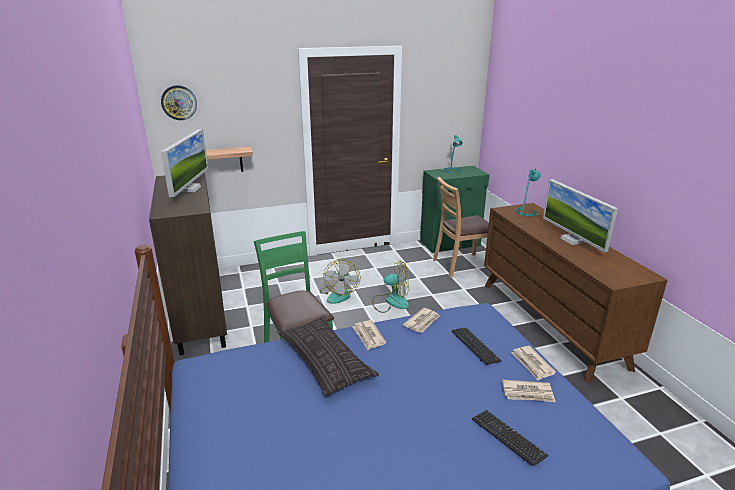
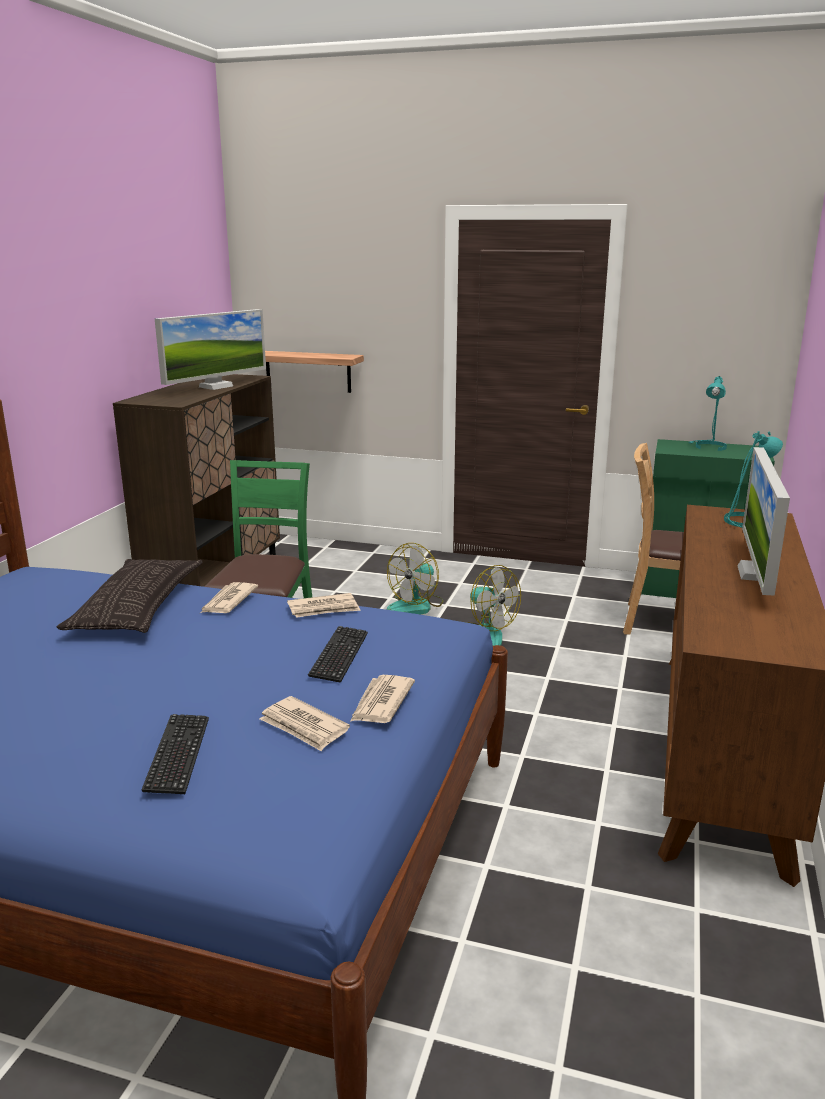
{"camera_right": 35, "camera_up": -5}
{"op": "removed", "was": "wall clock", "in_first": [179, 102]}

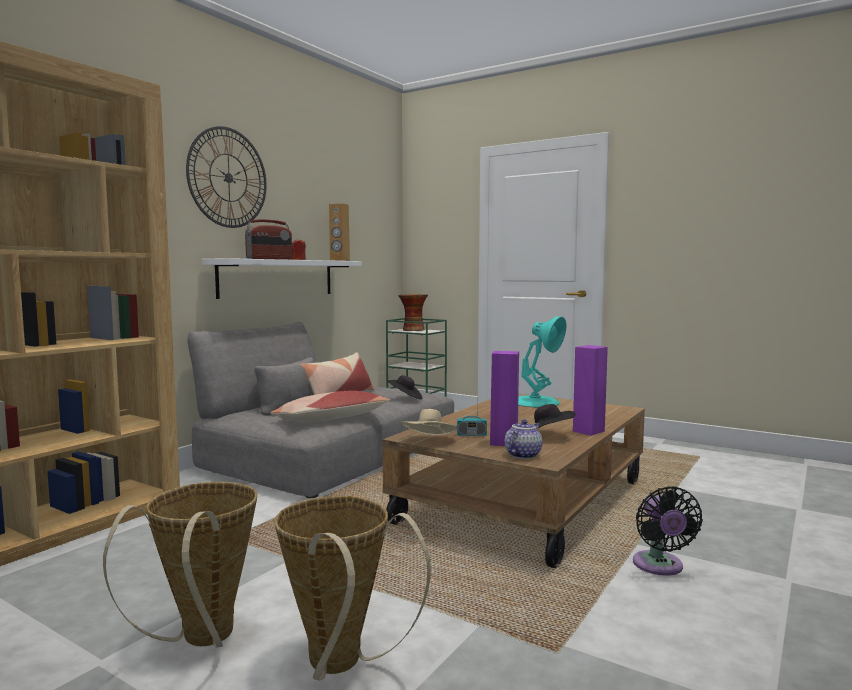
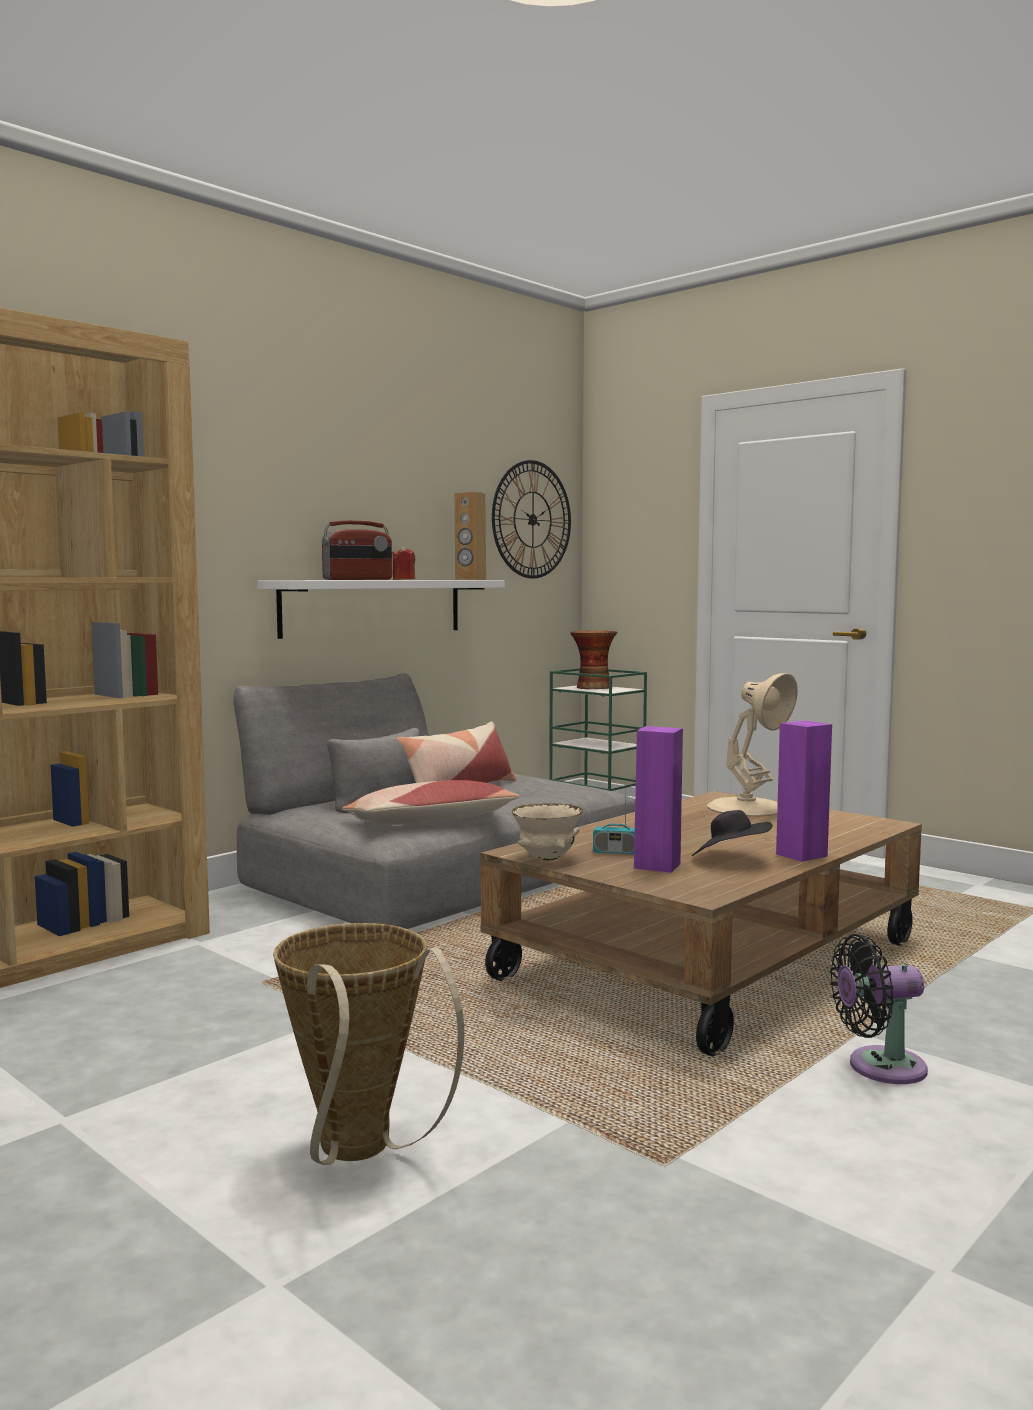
{"camera_right": 10, "camera_up": 0}
{"op": "moved", "was": "wall clock", "in_first": [226, 177], "in_second": [531, 519]}
{"op": "replaced", "was": "beige hat", "now": "beige bowl", "in_first": [429, 422], "in_second": [547, 831]}
{"op": "recoloured", "was": "turquoise table lamp", "now": "beige table lamp", "in_first": [542, 361], "in_second": [752, 744]}
{"op": "turned", "was": "black fan", "in_first": [668, 531], "in_second": [879, 1009], "clockwise": 75}
{"op": "removed", "was": "basket", "in_first": [180, 565]}
{"op": "removed", "was": "black hat", "in_first": [404, 387]}
{"op": "removed", "was": "teapot", "in_first": [523, 439]}

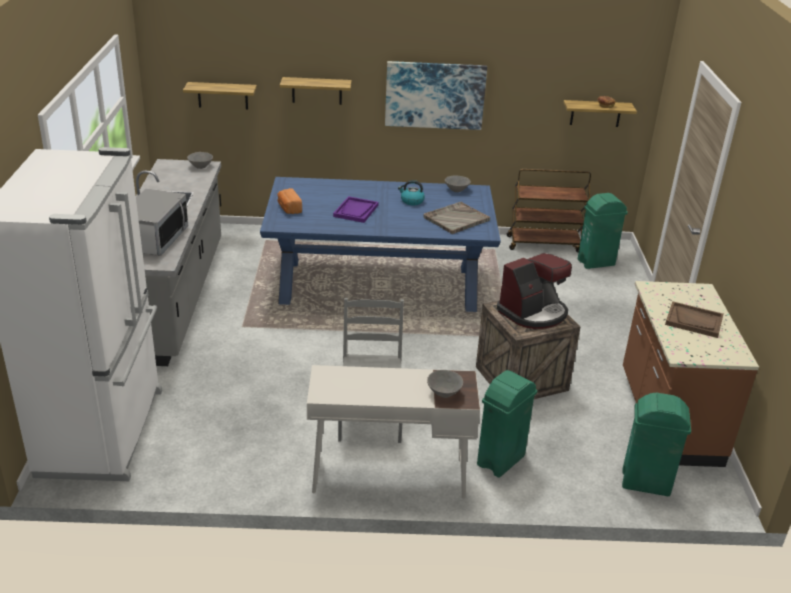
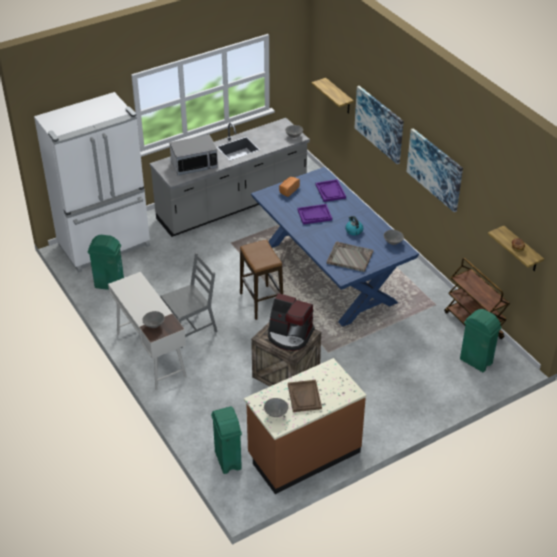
{"camera_right": 60, "camera_up": 10}
{"op": "moved", "was": "green trash can", "in_first": [507, 424], "in_second": [106, 262]}
{"op": "added", "now": "stool", "in_second": [261, 279]}
{"op": "added", "now": "grey bowl", "in_second": [276, 407]}
{"op": "added", "now": "purple tray", "in_second": [331, 190]}
{"op": "replaced", "was": "shelf", "now": "picture", "in_first": [316, 91], "in_second": [379, 125]}

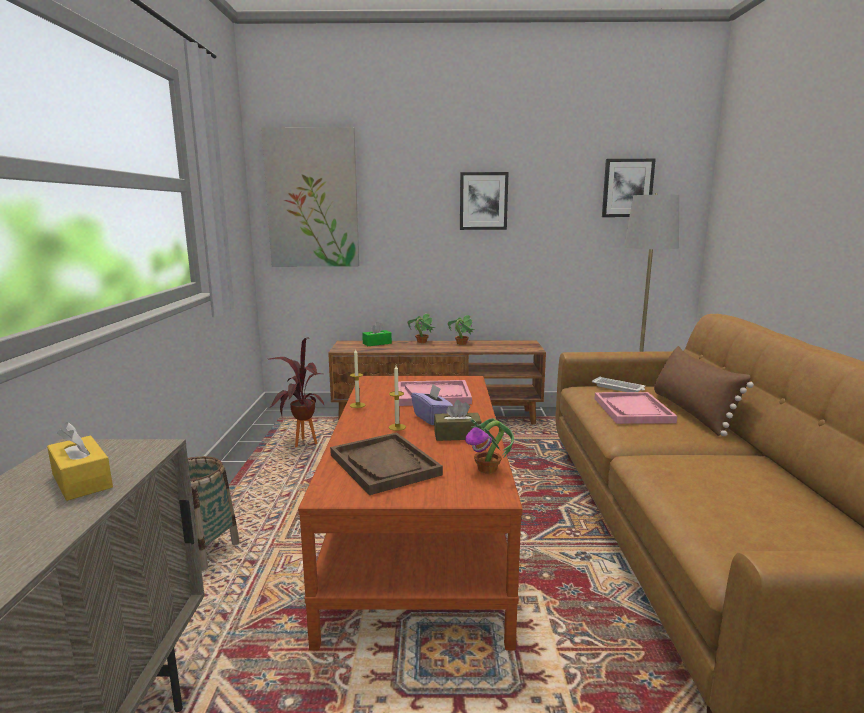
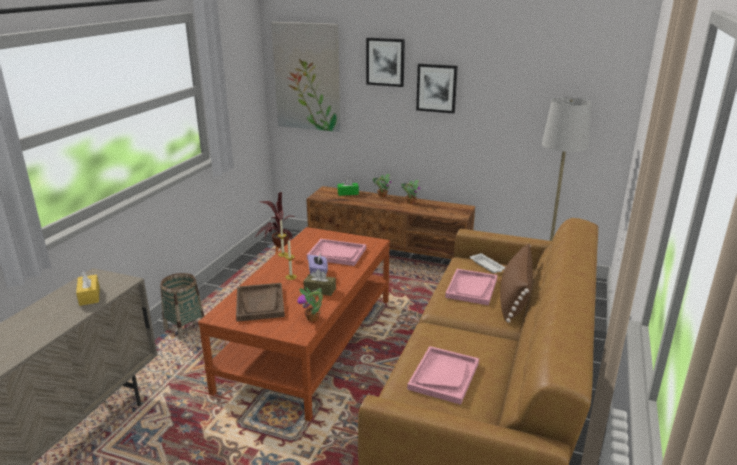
{"camera_right": 20, "camera_up": 10}
{"op": "moved", "was": "picture", "in_first": [629, 188], "in_second": [385, 62]}
{"op": "added", "now": "pink tray", "in_second": [443, 375]}

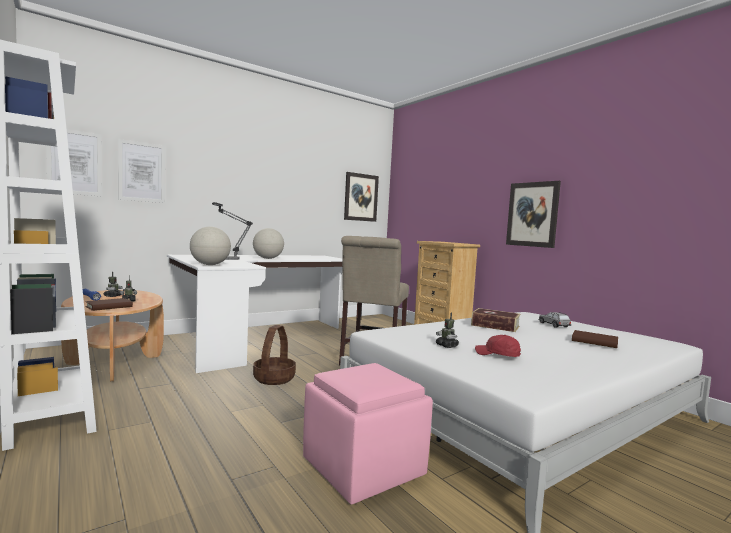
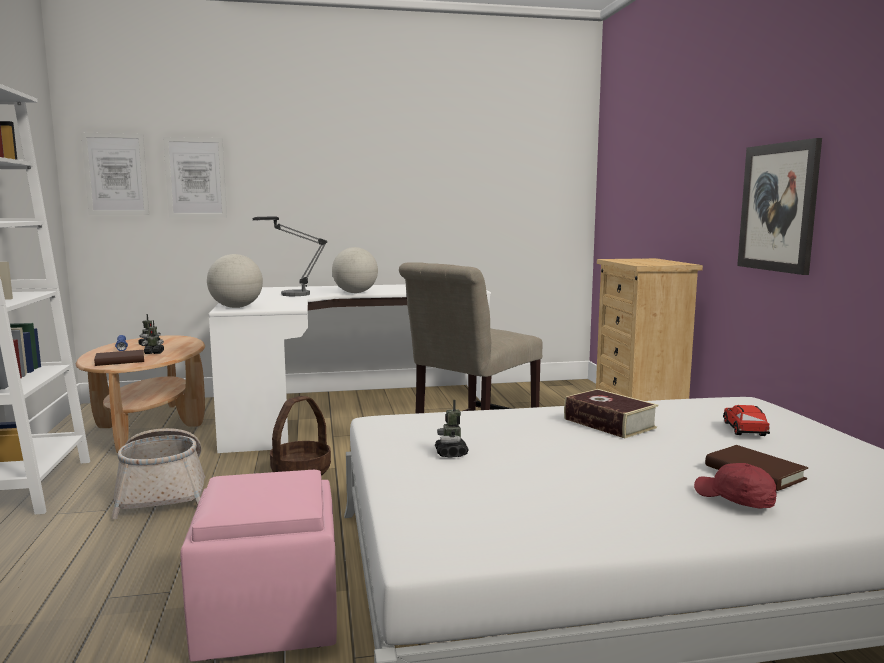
{"camera_right": 25, "camera_up": 5}
{"op": "added", "now": "basket", "in_second": [158, 473]}
{"op": "moved", "was": "red cap", "in_first": [498, 346], "in_second": [735, 486]}
{"op": "recoloured", "was": "grey toy car", "now": "red toy car", "in_first": [554, 320], "in_second": [746, 420]}
{"op": "removed", "was": "picture", "in_first": [361, 197]}

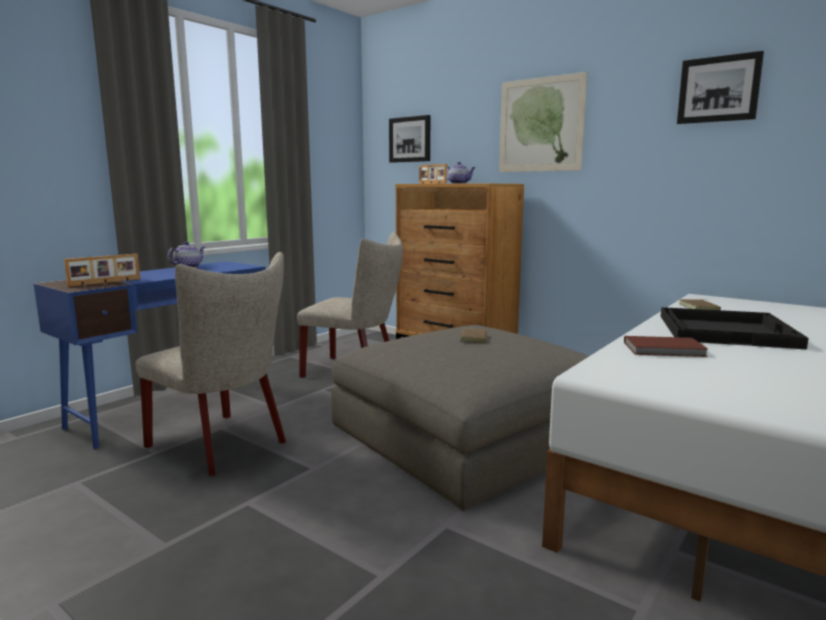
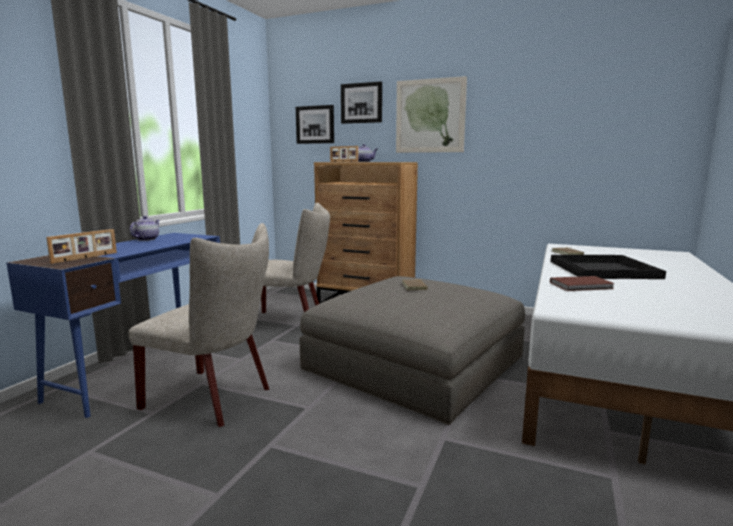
{"camera_right": -15, "camera_up": 0}
{"op": "moved", "was": "picture", "in_first": [720, 87], "in_second": [361, 102]}

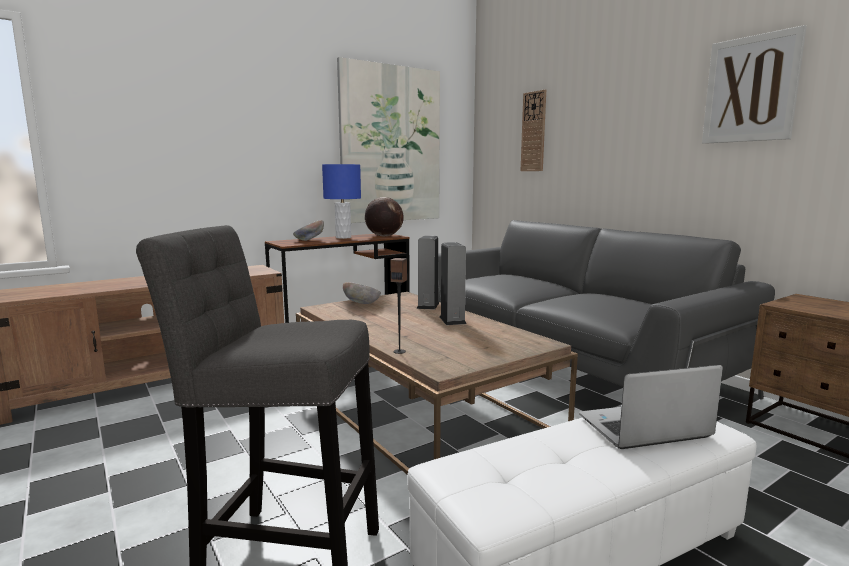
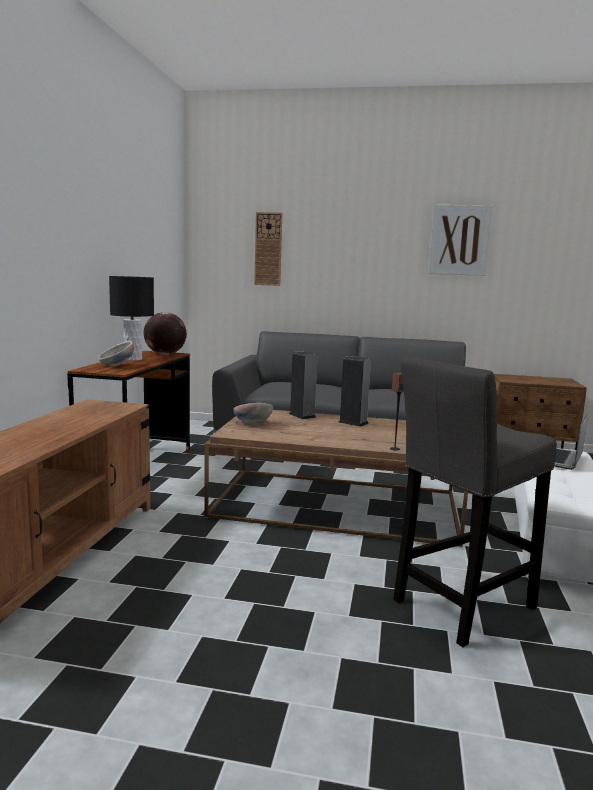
{"camera_right": -45, "camera_up": 0}
{"op": "recoloured", "was": "blue table lamp", "now": "black table lamp", "in_first": [341, 201], "in_second": [131, 318]}
{"op": "removed", "was": "picture", "in_first": [388, 140]}

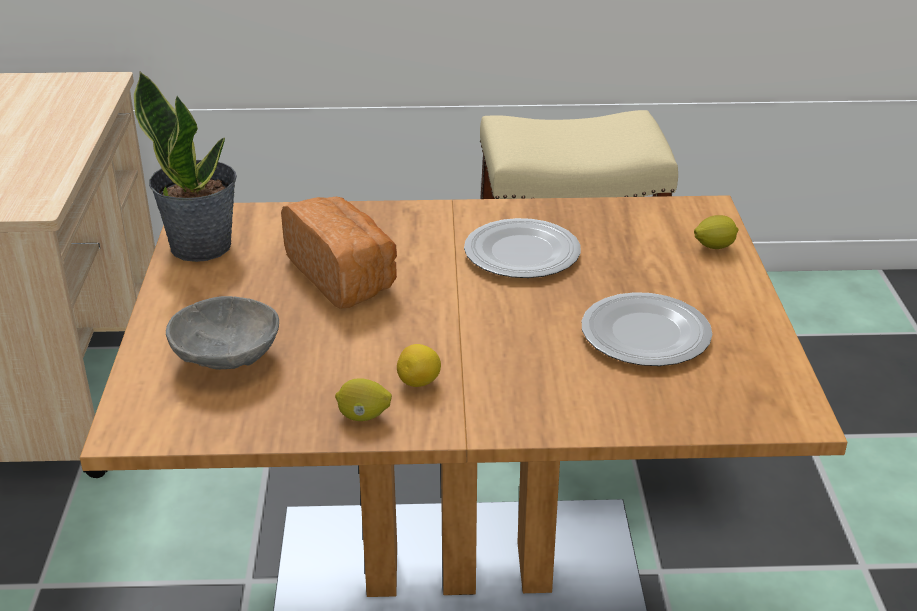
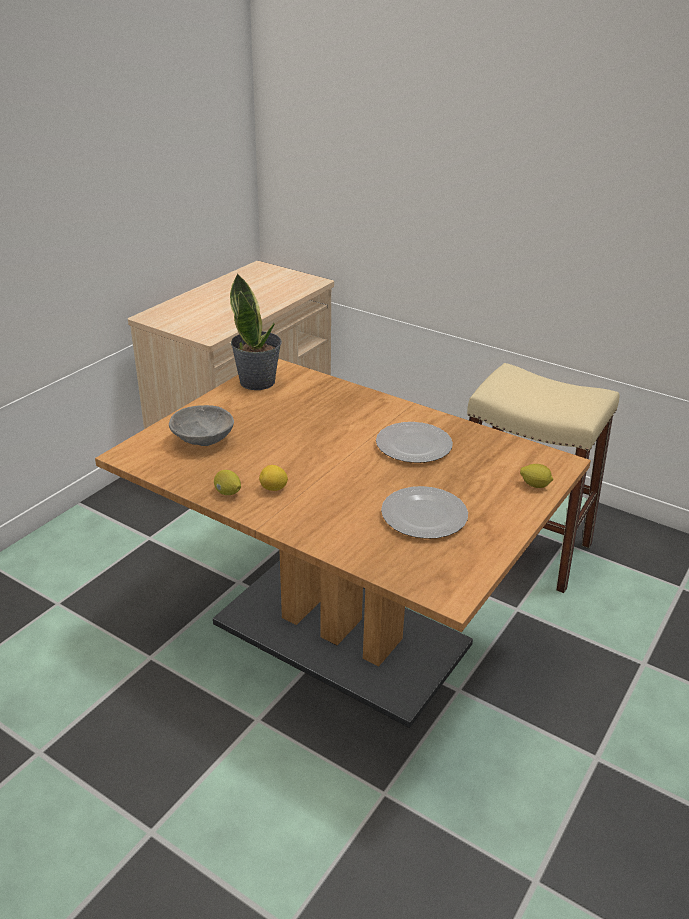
{"camera_right": 35, "camera_up": 0}
{"op": "removed", "was": "bread", "in_first": [339, 252]}

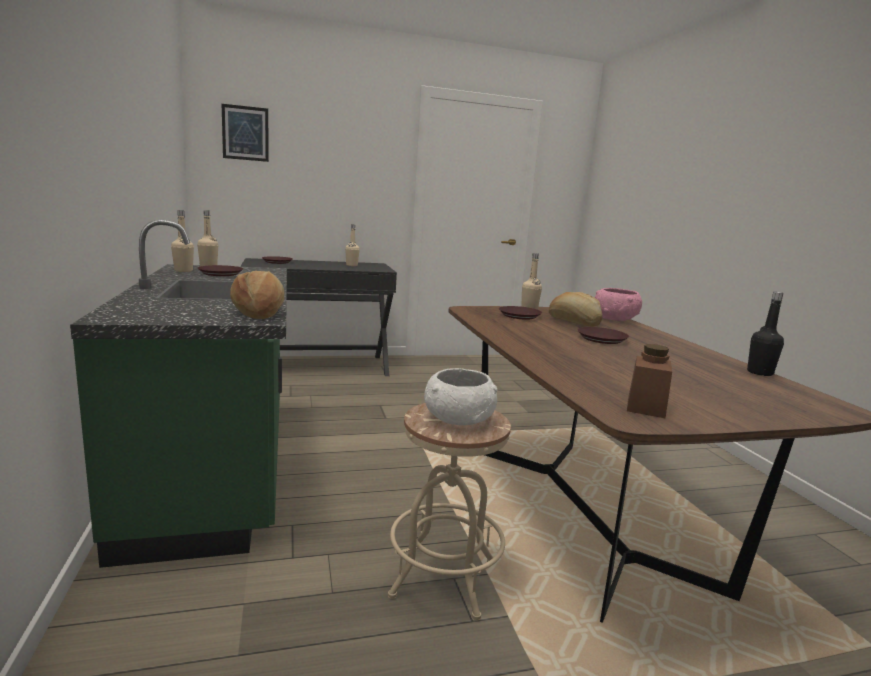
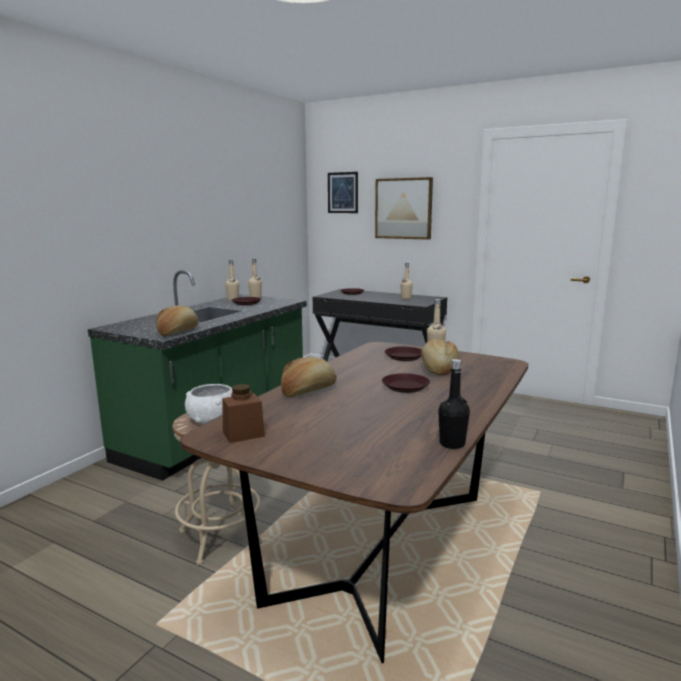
{"camera_right": 45, "camera_up": 0}
{"op": "added", "now": "bread", "in_second": [309, 377]}
{"op": "added", "now": "picture", "in_second": [404, 208]}
{"op": "removed", "was": "pink bowl", "in_first": [618, 304]}

